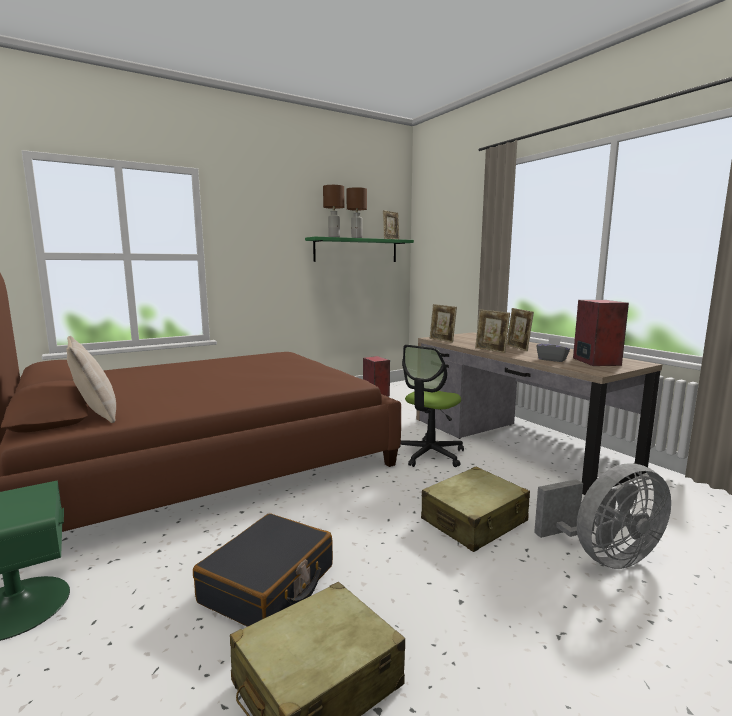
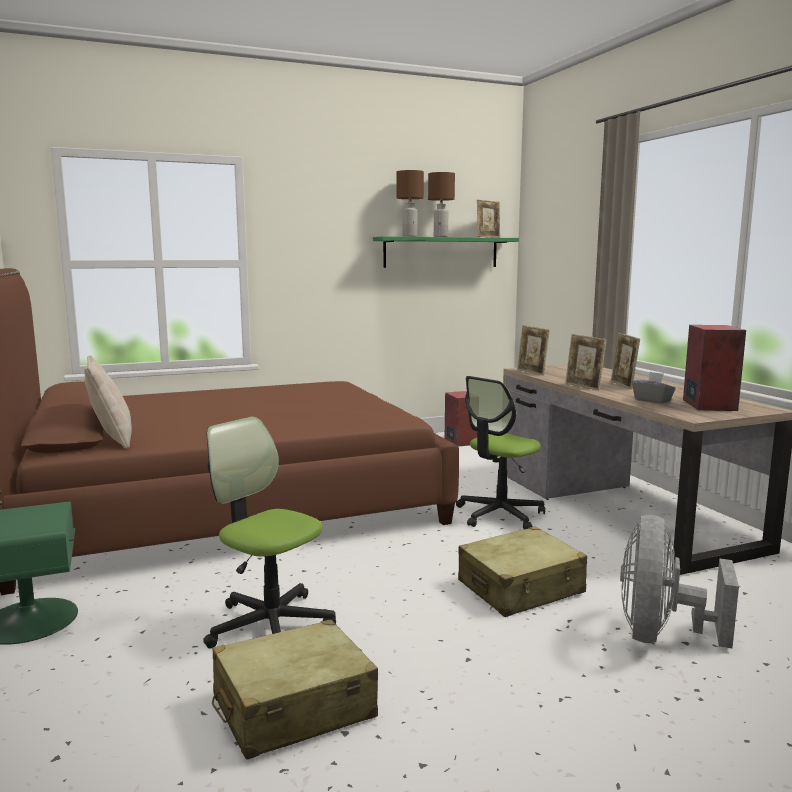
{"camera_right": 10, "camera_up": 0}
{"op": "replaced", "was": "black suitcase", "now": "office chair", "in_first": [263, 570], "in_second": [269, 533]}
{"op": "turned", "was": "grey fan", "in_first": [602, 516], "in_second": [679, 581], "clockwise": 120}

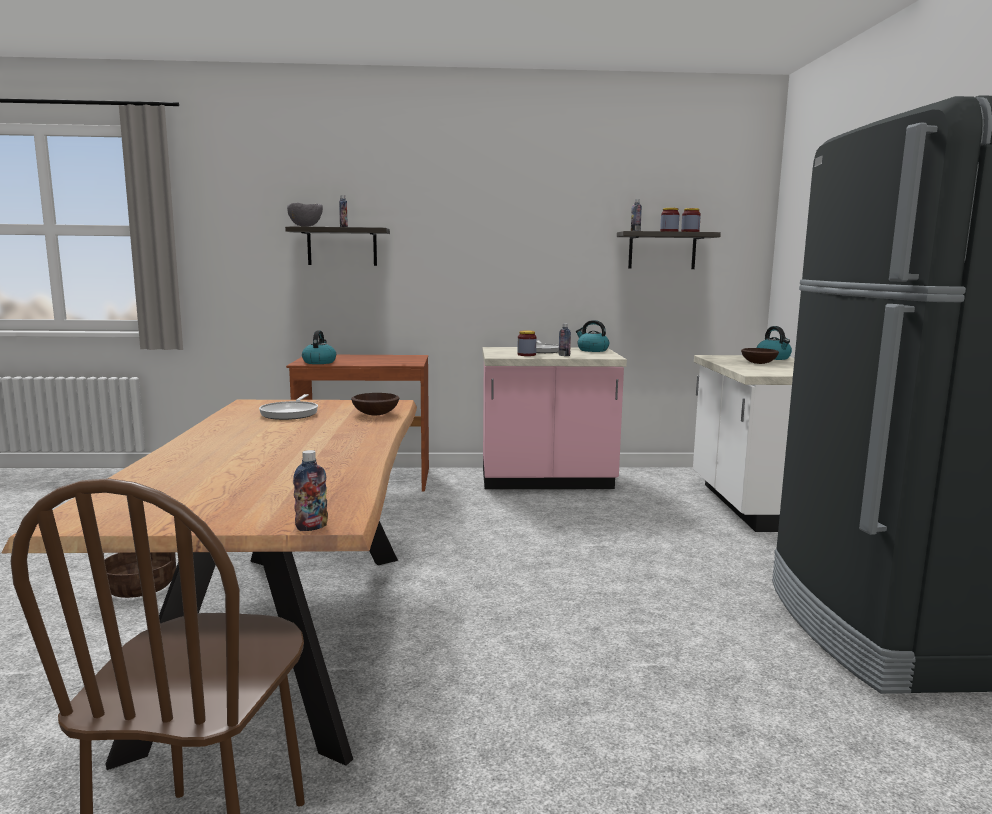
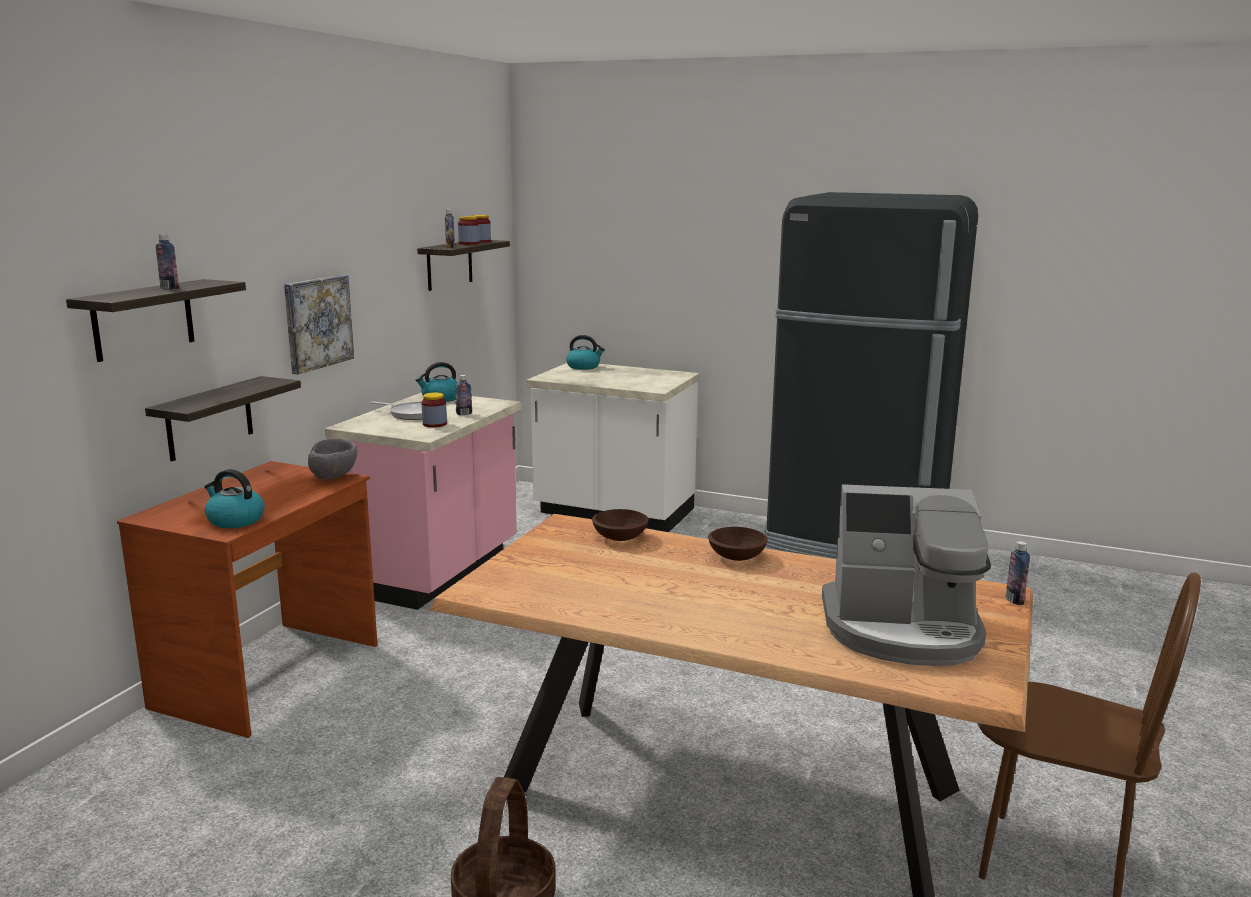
{"camera_right": -65, "camera_up": 5}
{"op": "added", "now": "shelf", "in_second": [223, 418]}
{"op": "added", "now": "picture", "in_second": [319, 325]}
{"op": "moved", "was": "grey bowl", "in_first": [305, 215], "in_second": [332, 458]}
{"op": "moved", "was": "brown bowl", "in_first": [760, 356], "in_second": [738, 544]}
{"op": "added", "now": "coffee machine", "in_second": [906, 575]}
{"op": "removed", "was": "frying pan", "in_first": [288, 407]}

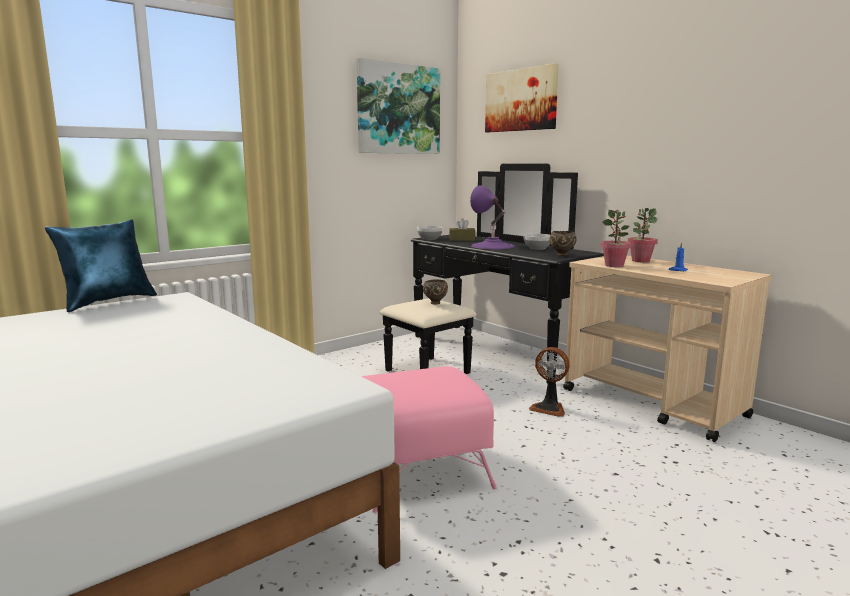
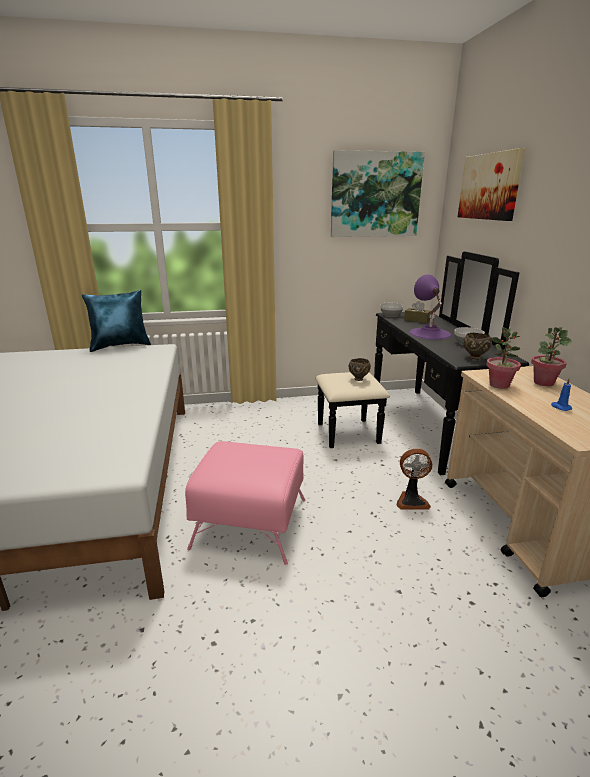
{"camera_right": 30, "camera_up": 10}
{"op": "turned", "was": "fan", "in_first": [549, 382], "in_second": [414, 479], "clockwise": -60}

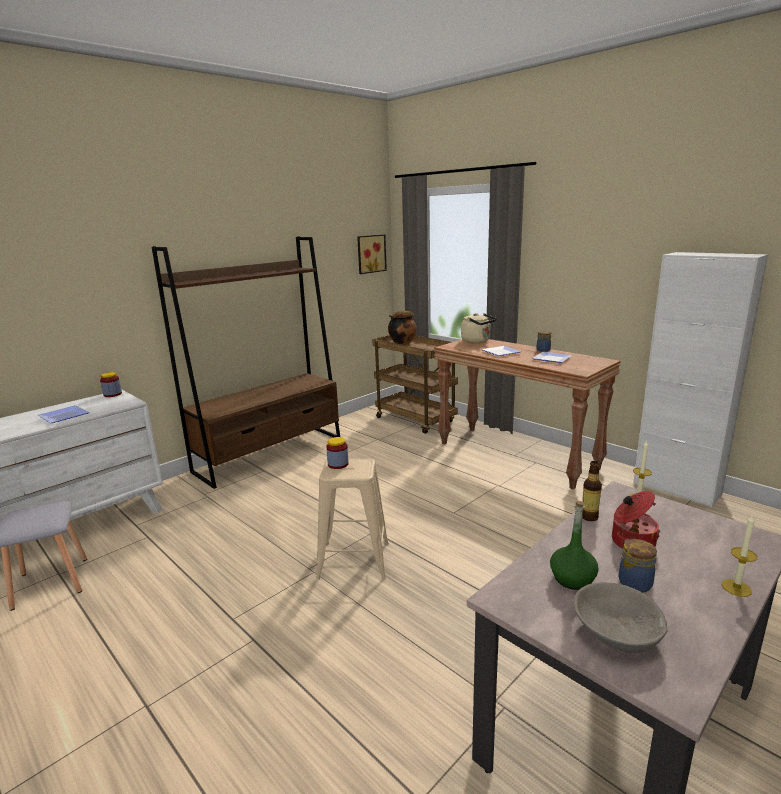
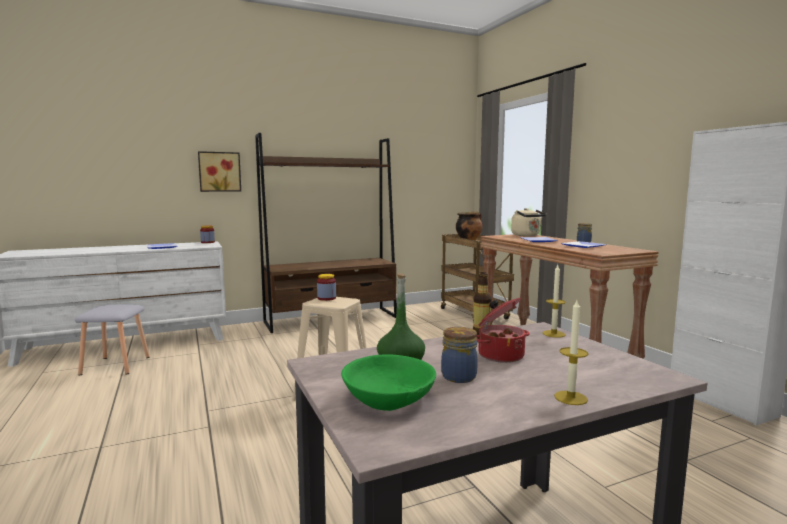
{"camera_right": 20, "camera_up": -10}
{"op": "moved", "was": "picture", "in_first": [372, 254], "in_second": [219, 171]}
{"op": "recoloured", "was": "grey bowl", "now": "green bowl", "in_first": [620, 617], "in_second": [388, 383]}

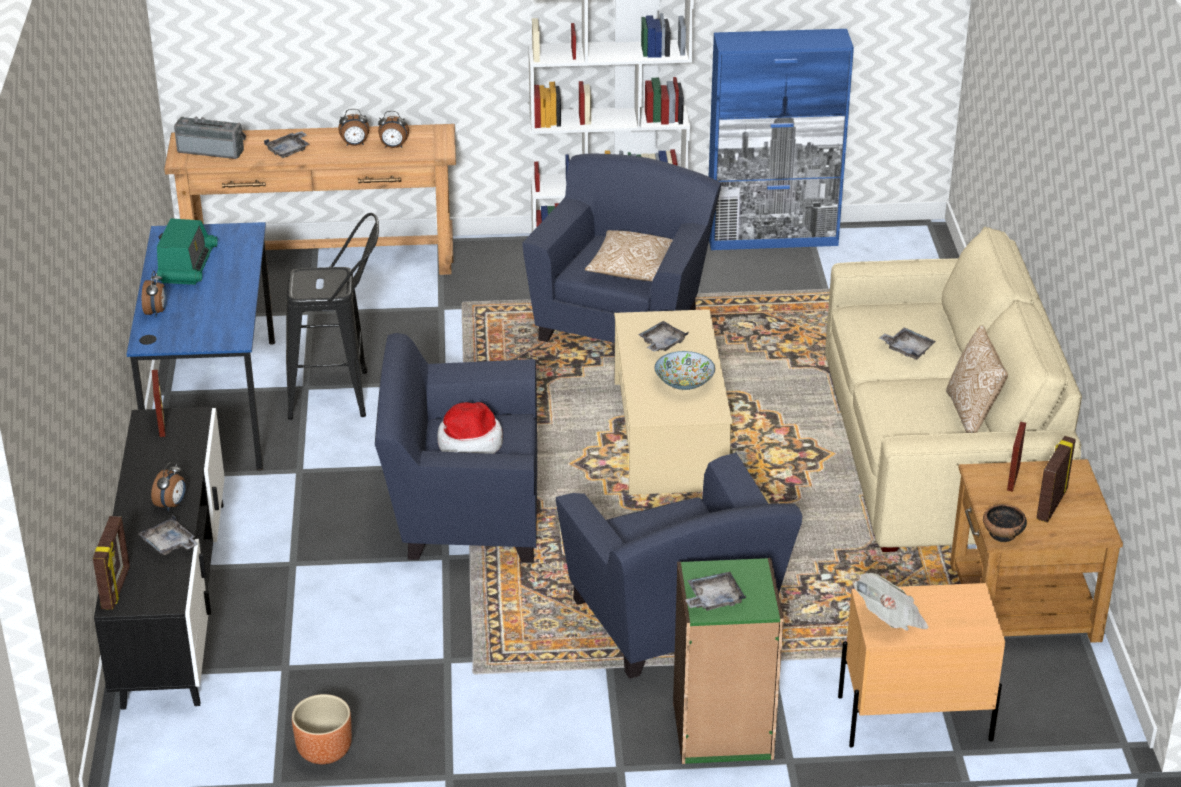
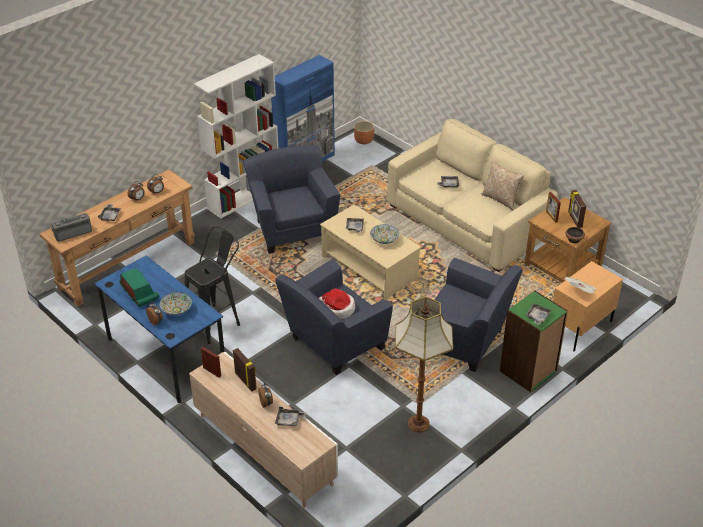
{"camera_right": -40, "camera_up": 5}
{"op": "added", "now": "bowl", "in_second": [175, 303]}
{"op": "recoloured", "was": "black tv stand", "now": "beige tv stand", "in_first": [159, 558], "in_second": [263, 430]}
{"op": "moved", "was": "picture frame", "in_first": [111, 563], "in_second": [245, 370]}
{"op": "moved", "was": "brown planter", "in_first": [322, 729], "in_second": [364, 132]}
{"op": "added", "now": "floor lamp", "in_second": [424, 364]}
{"op": "removed", "was": "pillow", "in_first": [629, 255]}

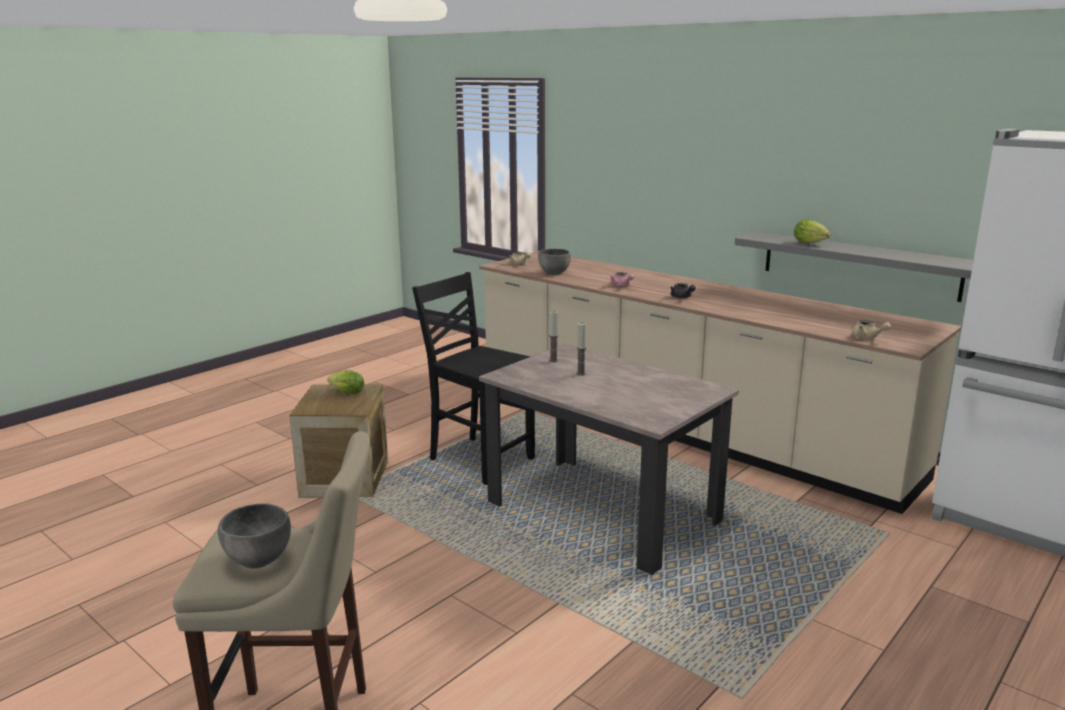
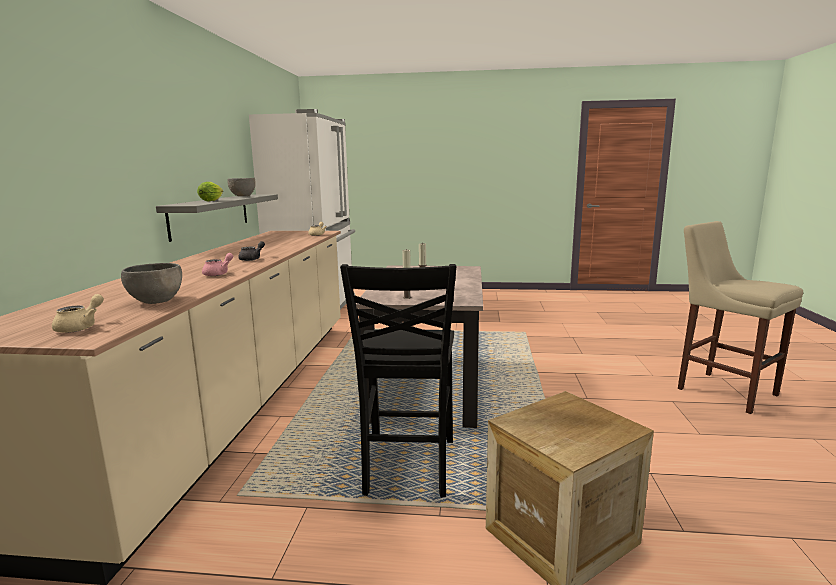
{"camera_right": -125, "camera_up": -5}
{"op": "moved", "was": "grey bowl", "in_first": [254, 535], "in_second": [241, 187]}
{"op": "removed", "was": "lettuce", "in_first": [345, 382]}

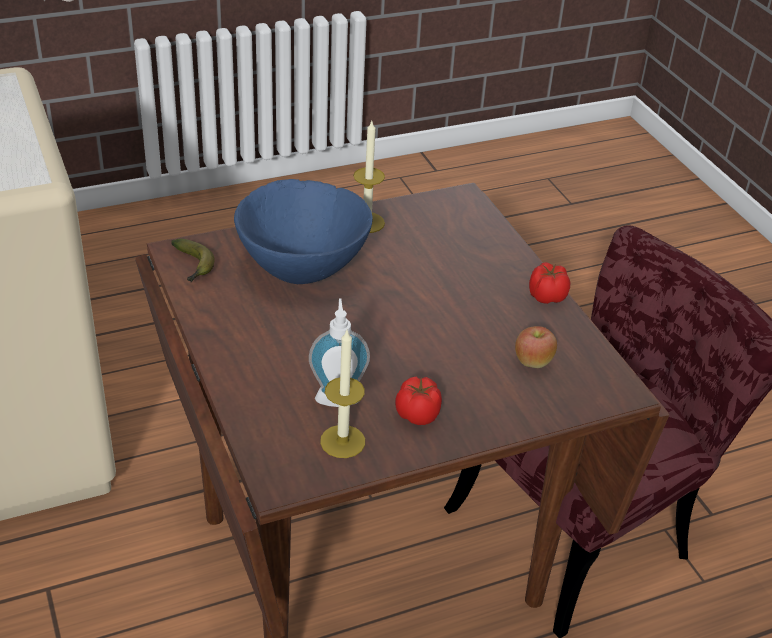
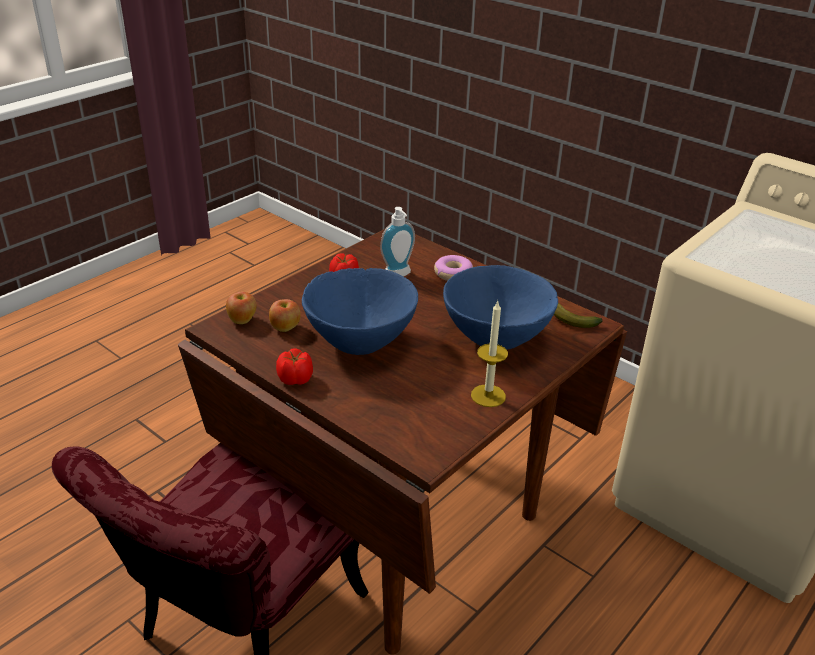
{"camera_right": 155, "camera_up": -5}
{"op": "added", "now": "apple", "in_second": [241, 308]}
{"op": "added", "now": "blue bowl", "in_second": [360, 311]}
{"op": "added", "now": "donut", "in_second": [453, 268]}
{"op": "removed", "was": "candle", "in_first": [342, 394]}

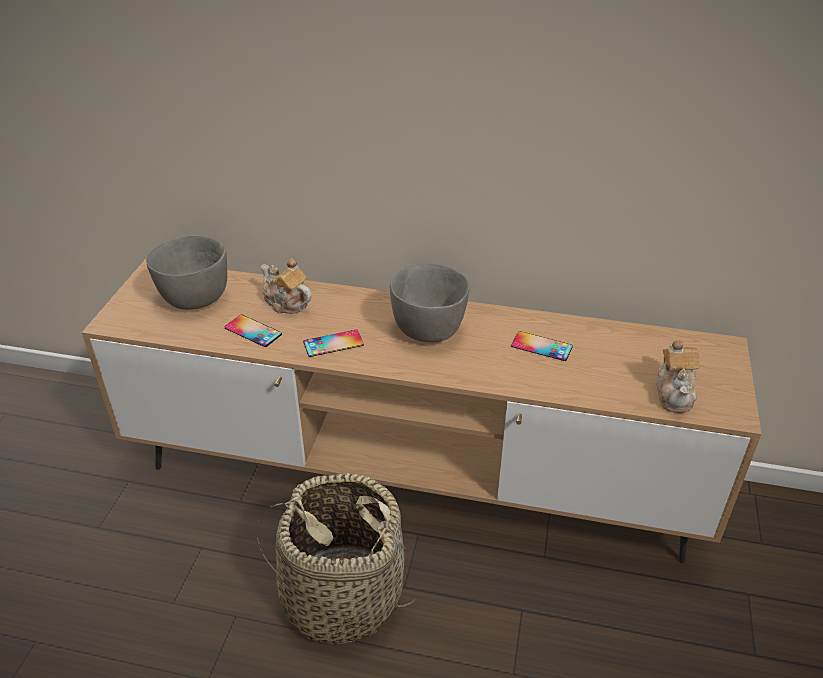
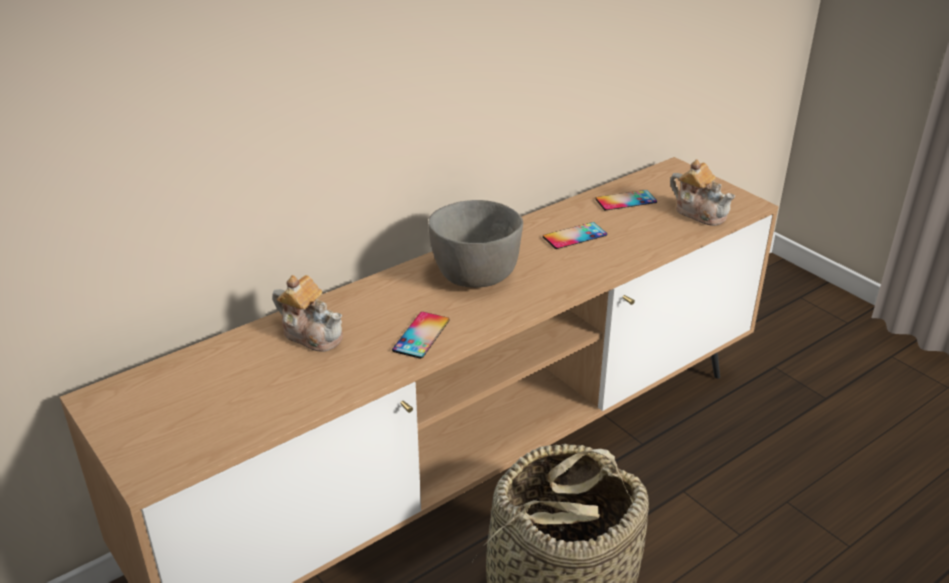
{"camera_right": -50, "camera_up": -5}
{"op": "turned", "was": "teapot", "in_first": [286, 286], "in_second": [307, 313], "clockwise": -135}
{"op": "moved", "was": "phone", "in_first": [253, 331], "in_second": [626, 200]}
{"op": "removed", "was": "grey bowl", "in_first": [186, 272]}

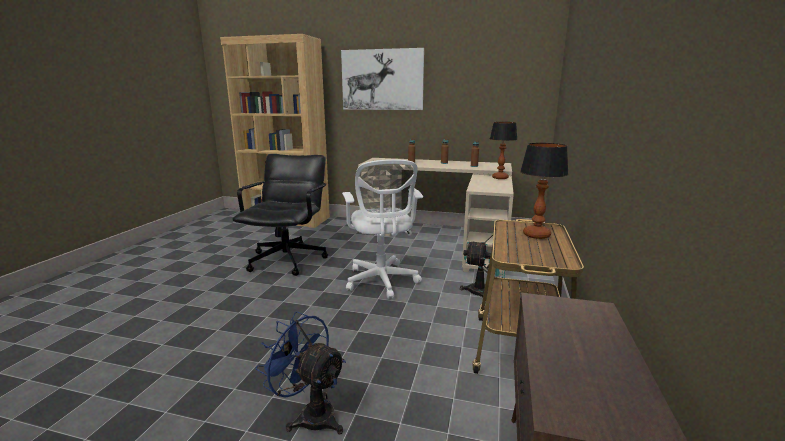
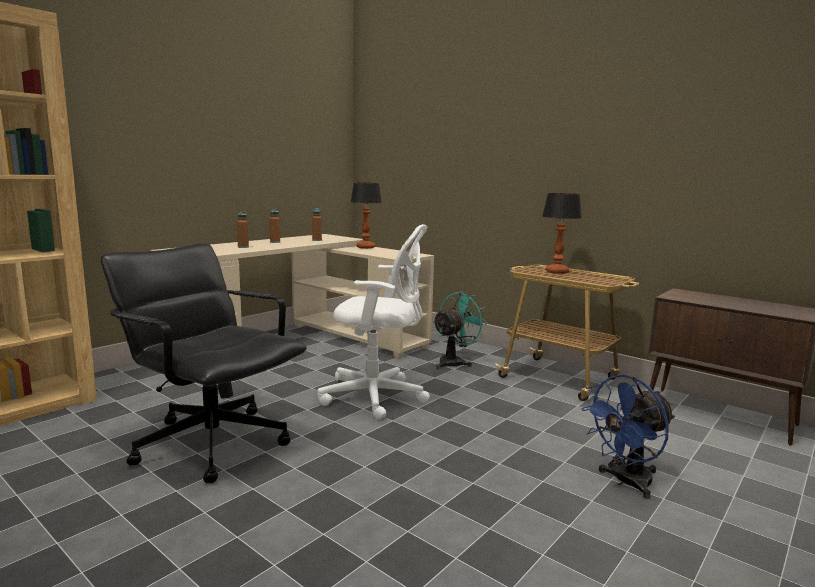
{"camera_right": -65, "camera_up": -5}
{"op": "removed", "was": "picture", "in_first": [382, 79]}

